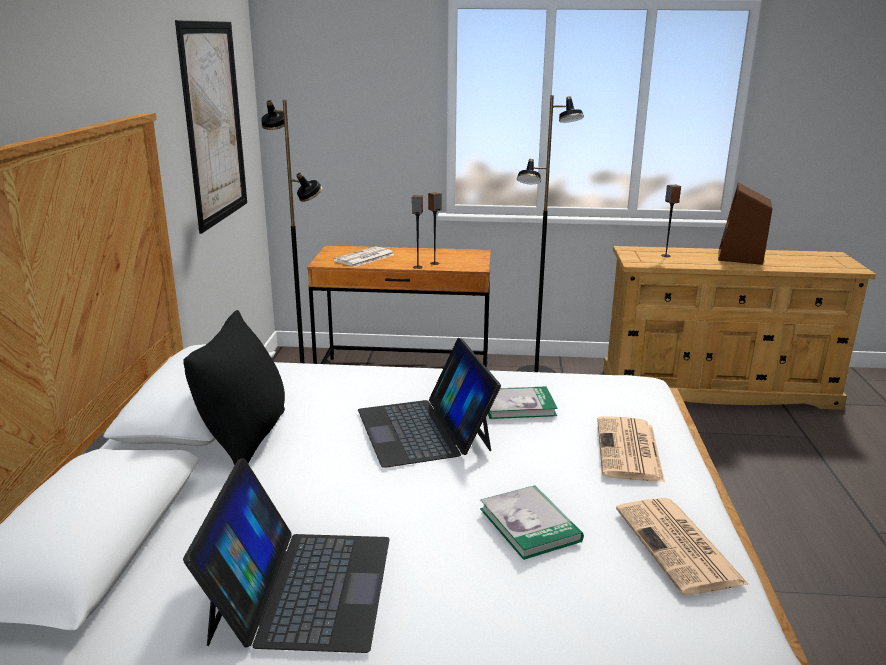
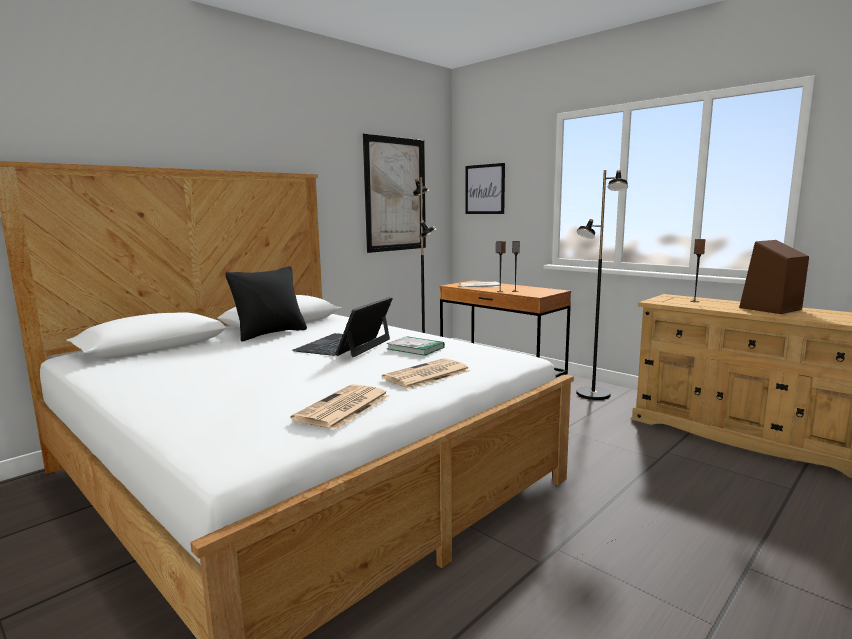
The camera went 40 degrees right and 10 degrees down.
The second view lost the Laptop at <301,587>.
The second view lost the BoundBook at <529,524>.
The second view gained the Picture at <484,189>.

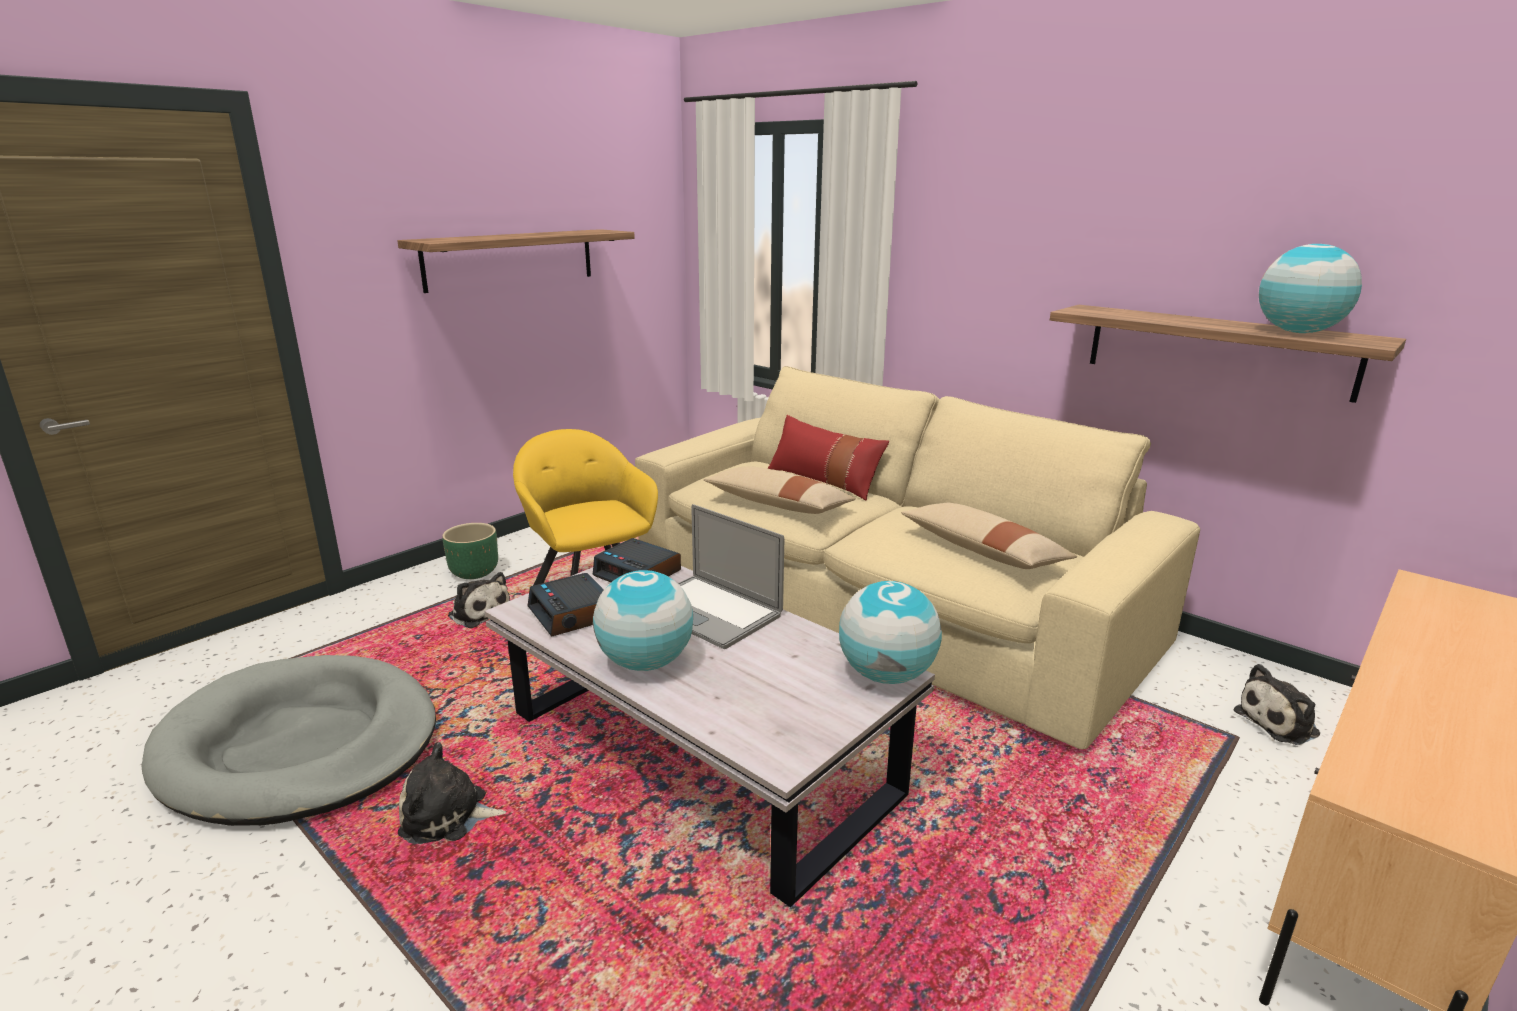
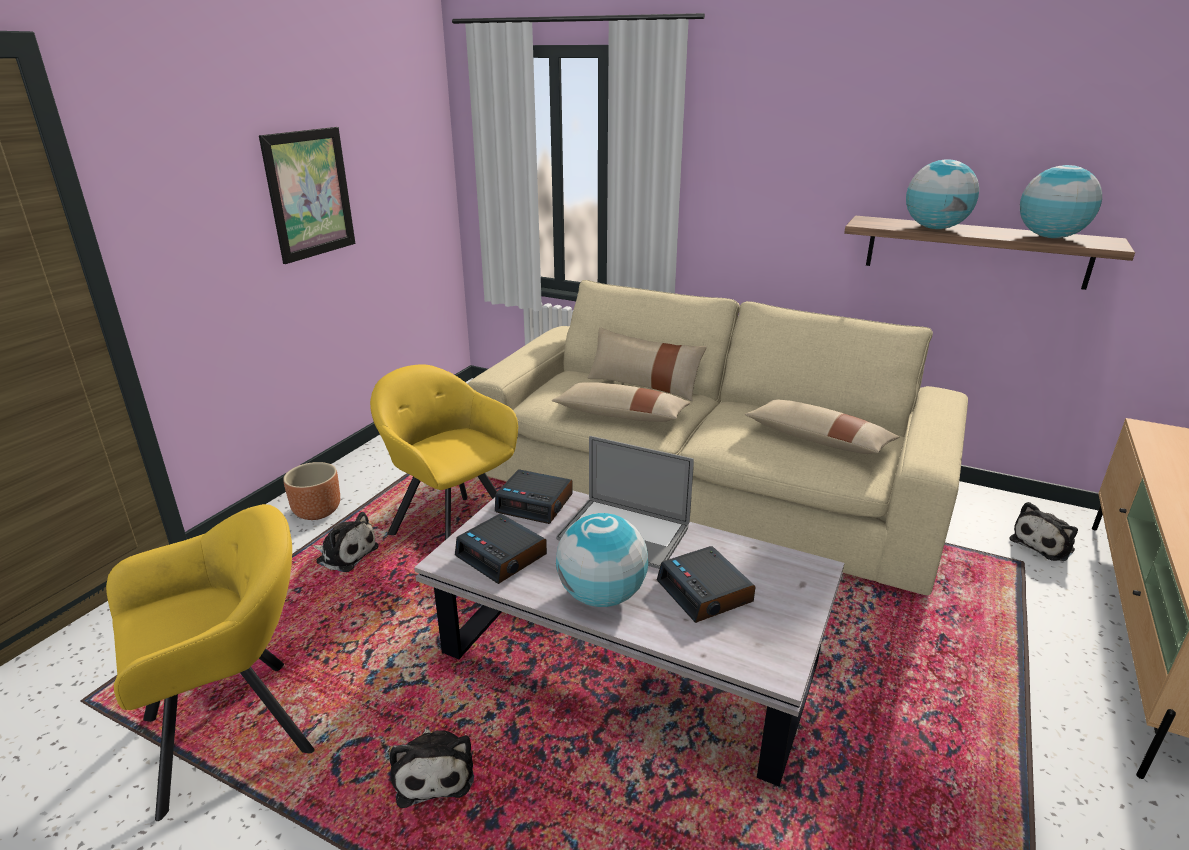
The camera went 15 degrees left and 5 degrees up.
Where the GrayPetBed stood at <300,745>, the YellowColouredArmchair came to stand at <238,730>.
Where the WallShelf hung at <510,259>, the Picture came to hang at <309,194>.
The CuddlyToy at <449,816> ended up facing another way, 90 degrees counterclockwise from before.
What was the GreenColouredPlantPot at <474,572> turned into the BrownishPlantPot at <317,511>.
What was the ReddishThrowPillow at <824,480> turned into the BeigeColouredThrowPillow at <644,385>.
The DeskGlobe ended up elsewhere, having gone from <886,675> to <934,228>.
The second view gained the BedsideClock at <705,592>.

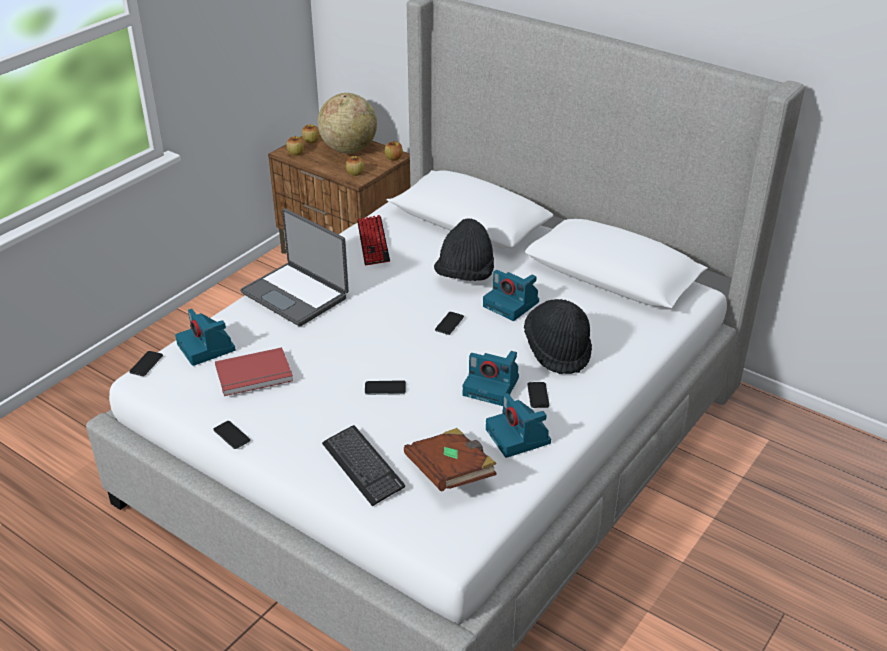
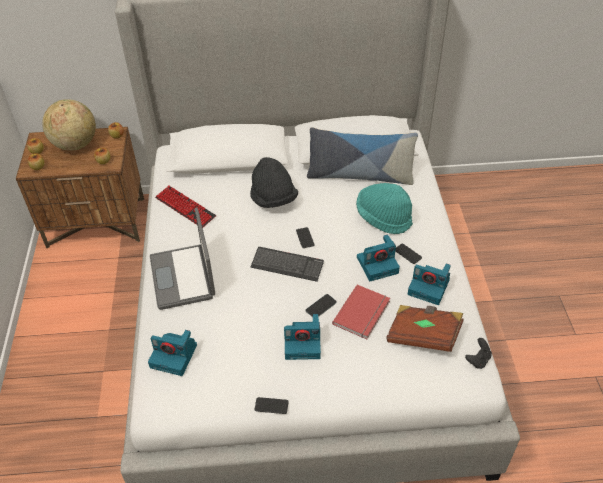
The camera went 40 degrees left and 10 degrees up.
The second view lost the Telephone at <146,364>.
The ReddishBoundBook ended up elsewhere, having gone from <255,375> to <363,313>.
The Laptop at <296,294> ended up facing another way, 75 degrees clockwise from before.
The PcKeyboard ended up elsewhere, having gone from <363,466> to <287,265>.
The PhotoCamera ended up elsewhere, having gone from <512,304> to <303,343>.
What was the BlackClothingHat at <558,350> turned into the TurquoiseClothingHat at <383,218>.
The second view gained the ThrowPillow at <360,175>.
The second view gained the BlackGameController at <478,360>.

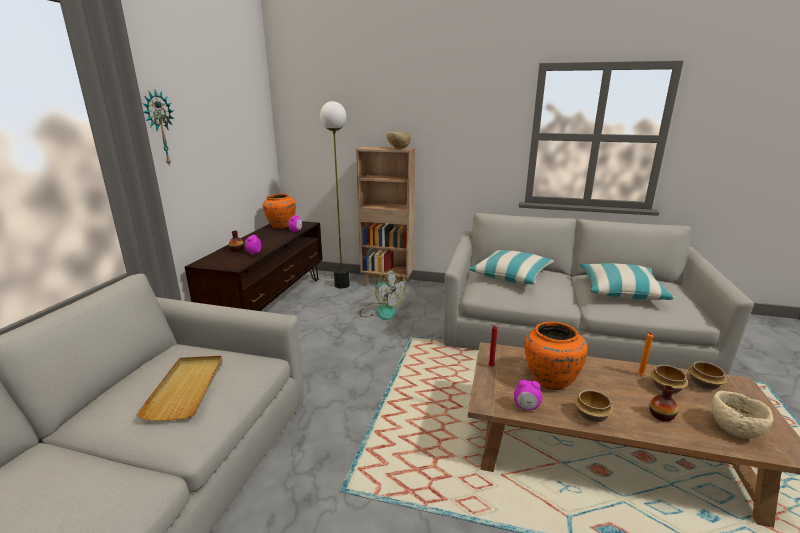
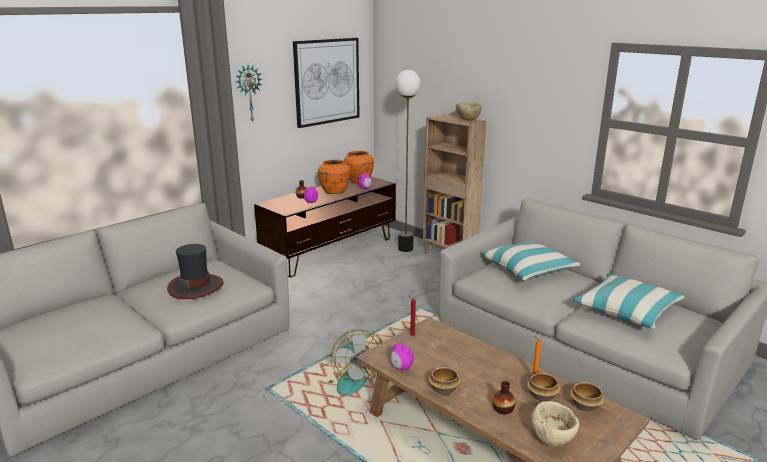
The camera went 30 degrees right and 0 degrees up.
Where the BeigeColouredServingTray stood at <187,388>, the ClothingHat came to stand at <196,286>.
The ElectricFan ended up elsewhere, having gone from <381,311> to <348,379>.
The OrangeColouredVase ended up elsewhere, having gone from <550,379> to <334,191>.
The second view gained the Picture at <327,81>.

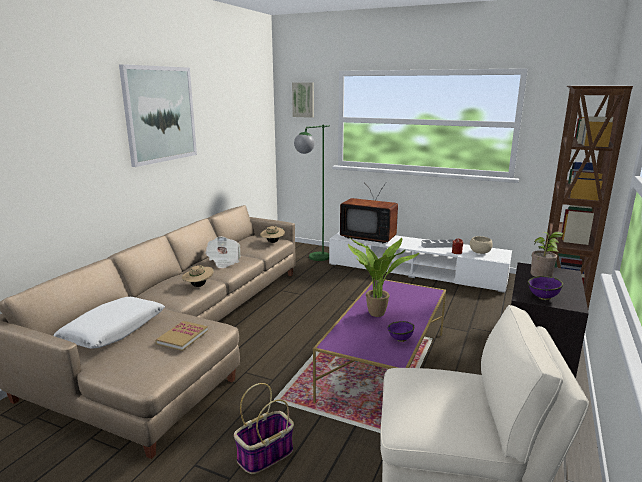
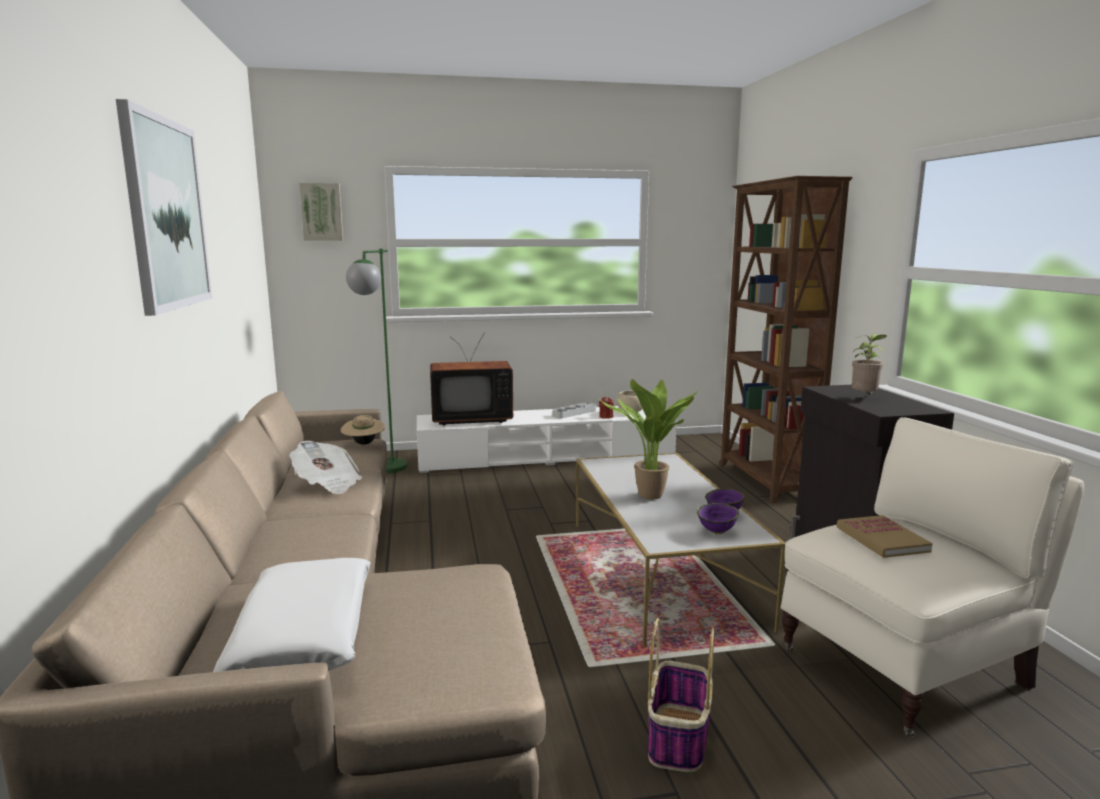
The camera went 35 degrees left and 5 degrees down.
The BoundBook ended up elsewhere, having gone from <182,337> to <882,539>.
The second view lost the BeigeColouredClothingHat at <198,285>.
What was the PurpleColouredLoungeTable at <385,364> turned into the WhiteLoungeTable at <661,570>.
The PurpleColouredBowl ended up elsewhere, having gone from <543,298> to <717,532>.

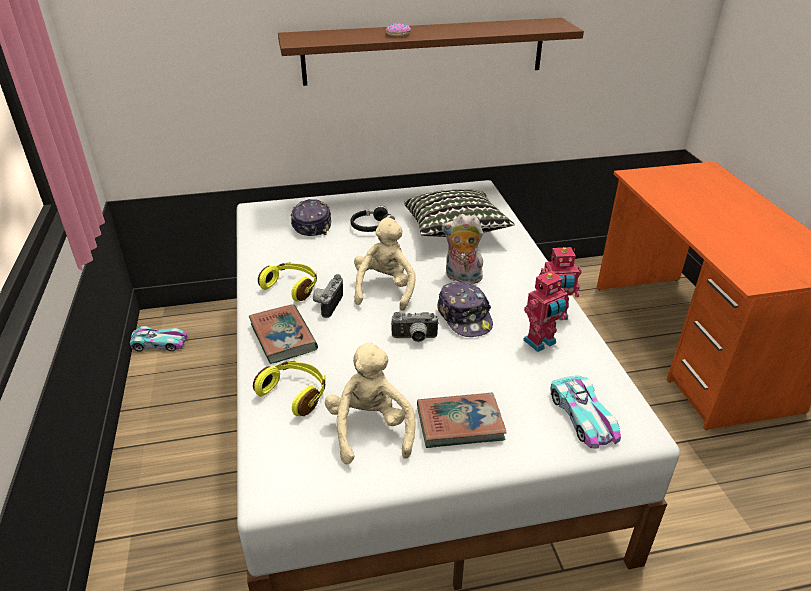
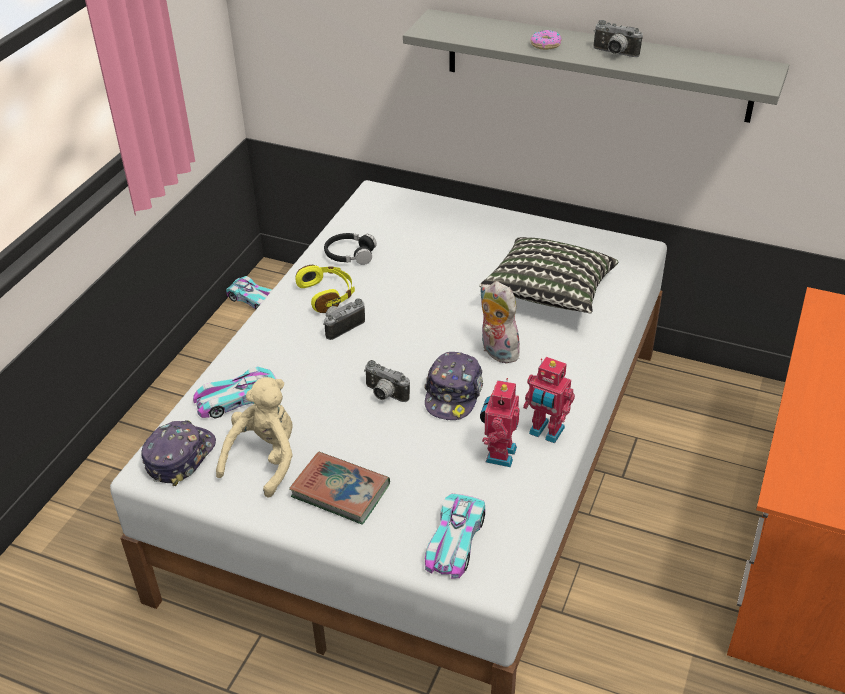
The camera went 35 degrees right and 5 degrees up.
The second view lost the BoundBook at <283,337>.
Where the YellowColouredHeadphones stood at <295,394>, the ToyCar came to stand at <237,399>.
What was the BrownishWallShelf at <424,51> turned into the GrayWallShelf at <596,65>.
The BaseballCap ended up elsewhere, having gone from <311,224> to <180,457>.
The BlackHeadphones ended up elsewhere, having gone from <371,226> to <350,254>.
The second view lost the BeigeColouredCuddlyToy at <385,289>.
The ToyRobot at <541,343> ended up facing another way, 105 degrees clockwise from before.
The second view gained the PhotoCamera at <614,54>.

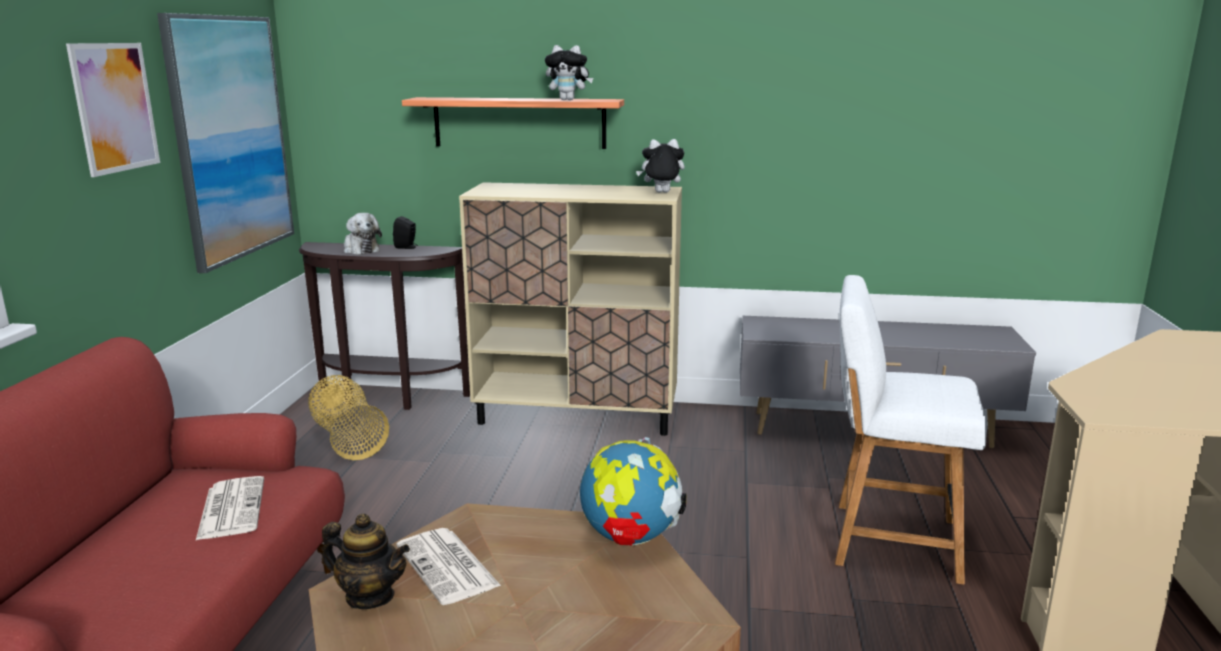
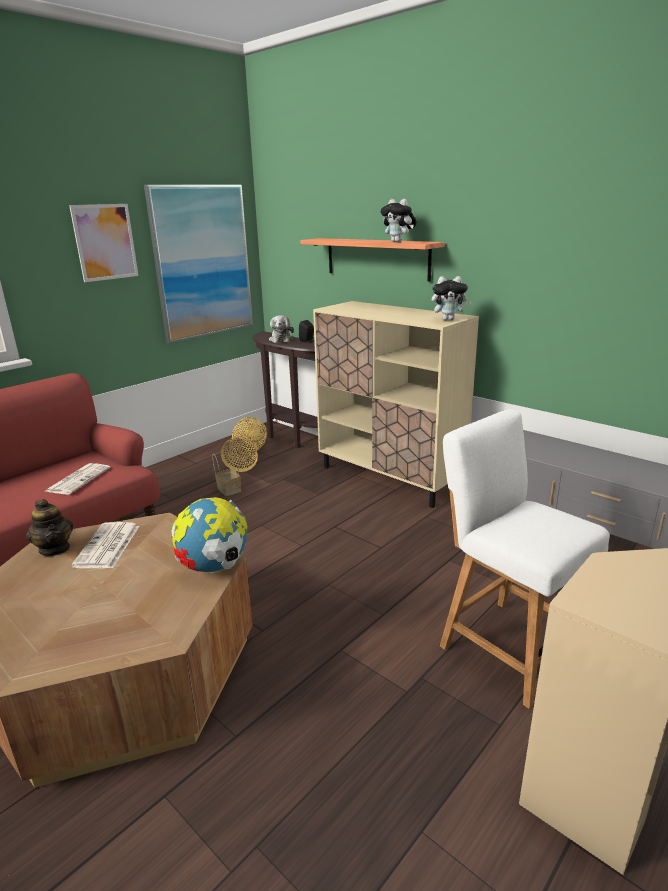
The camera went 35 degrees right and 5 degrees up.
The CuddlyToy at <661,192> ended up facing another way, 150 degrees clockwise from before.
The second view gained the HouseholdBasket at <228,489>.

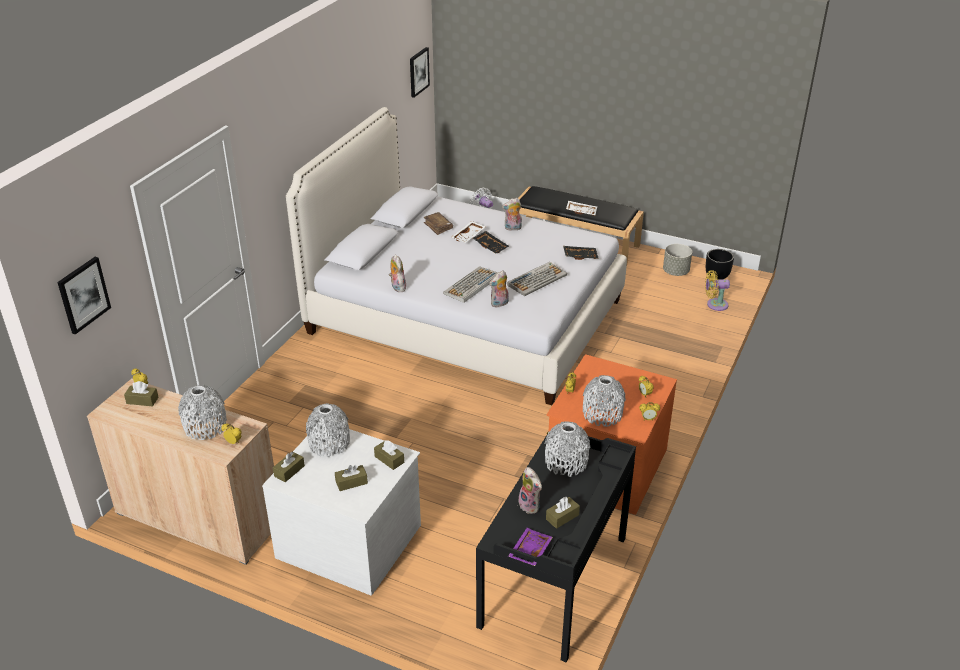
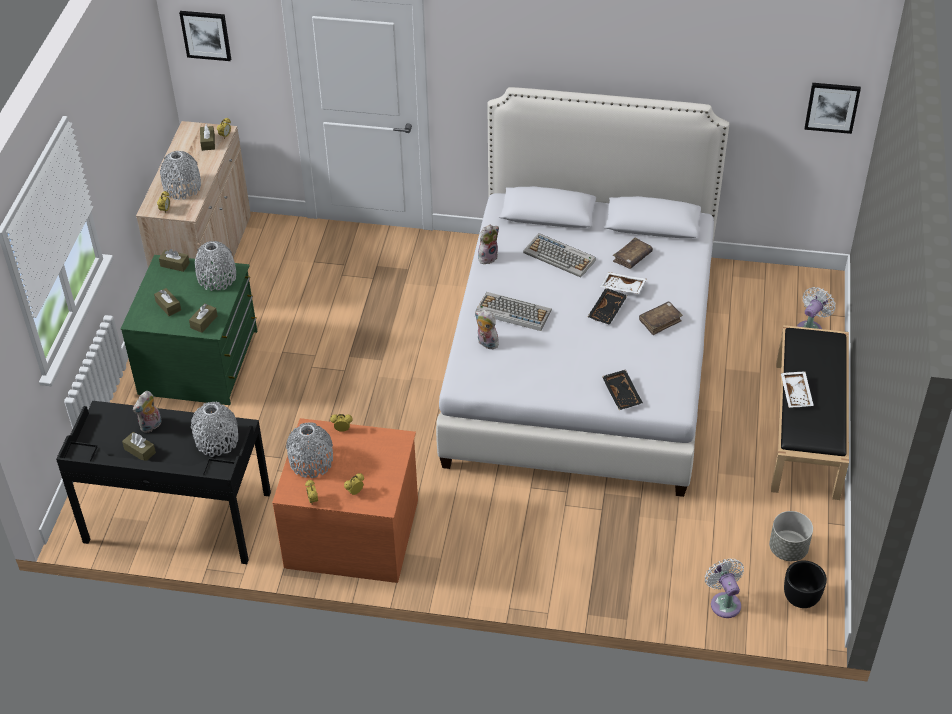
The camera went 75 degrees right and 10 degrees up.
What was the WhiteDresser at <350,539> turned into the GreenColouredDresser at <200,362>.
Where the CuddlyToy stood at <512,228>, the BrownishBoundBook came to stand at <660,321>.
The PcKeyboard ended up elsewhere, having gone from <537,279> to <560,256>.
The second view lost the PurpleColouredServingTray at <529,551>.
What was the YellowColouredElectricFan at <715,305> turned into the WhiteElectricFan at <724,602>.

